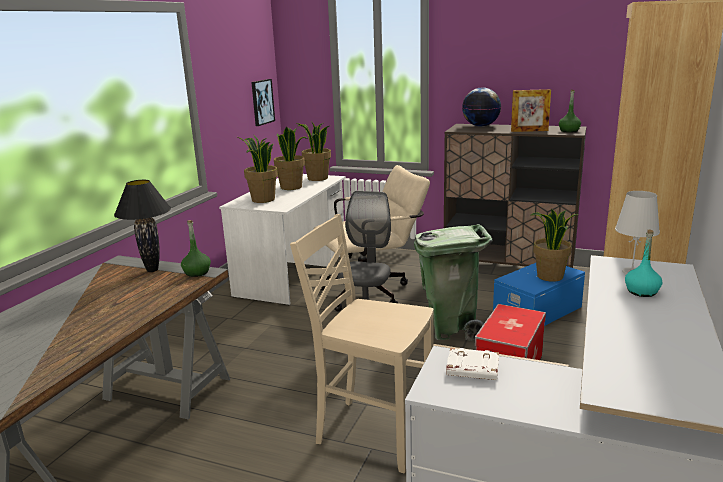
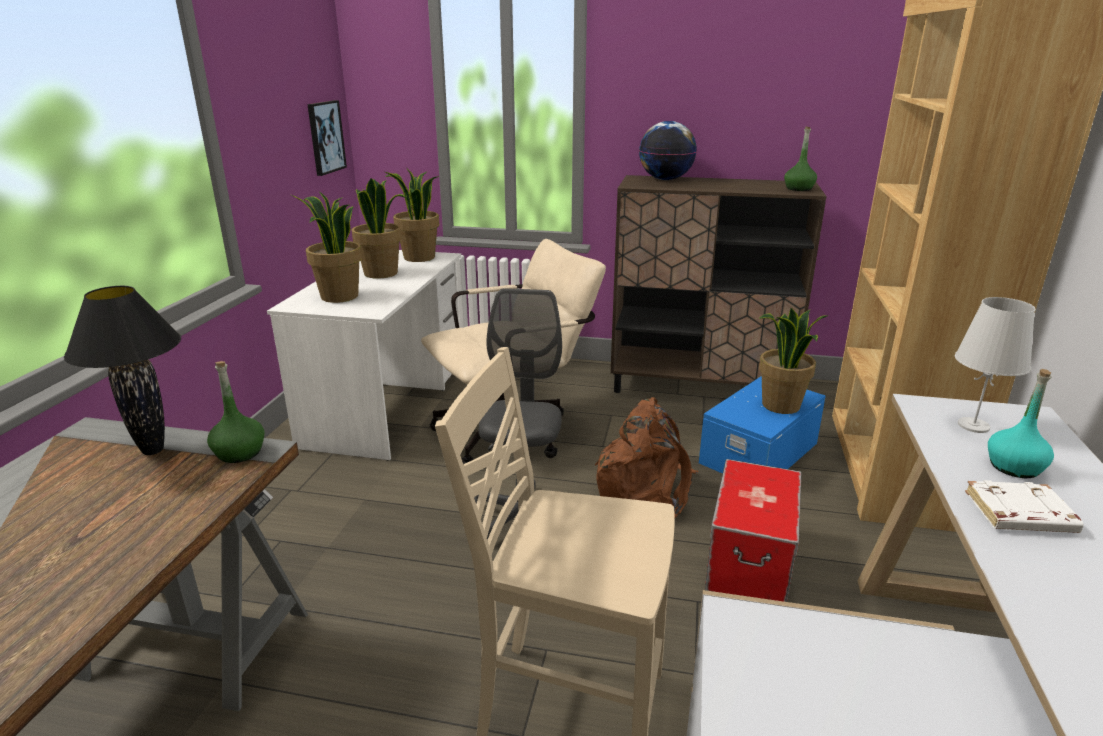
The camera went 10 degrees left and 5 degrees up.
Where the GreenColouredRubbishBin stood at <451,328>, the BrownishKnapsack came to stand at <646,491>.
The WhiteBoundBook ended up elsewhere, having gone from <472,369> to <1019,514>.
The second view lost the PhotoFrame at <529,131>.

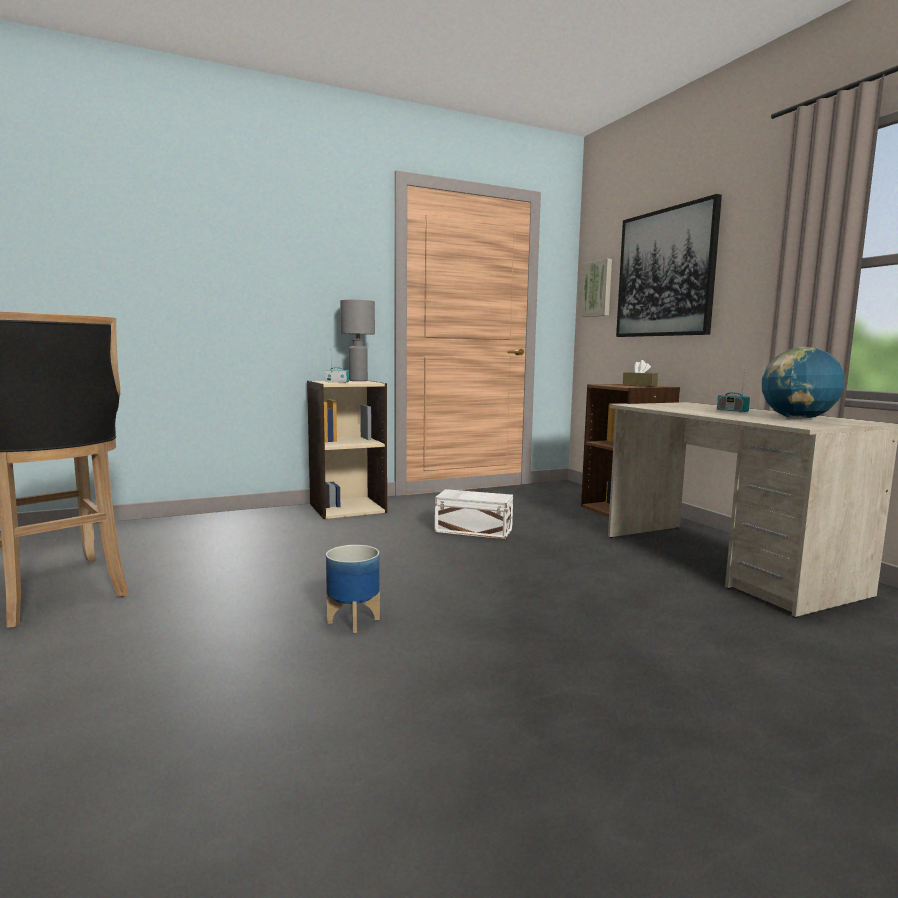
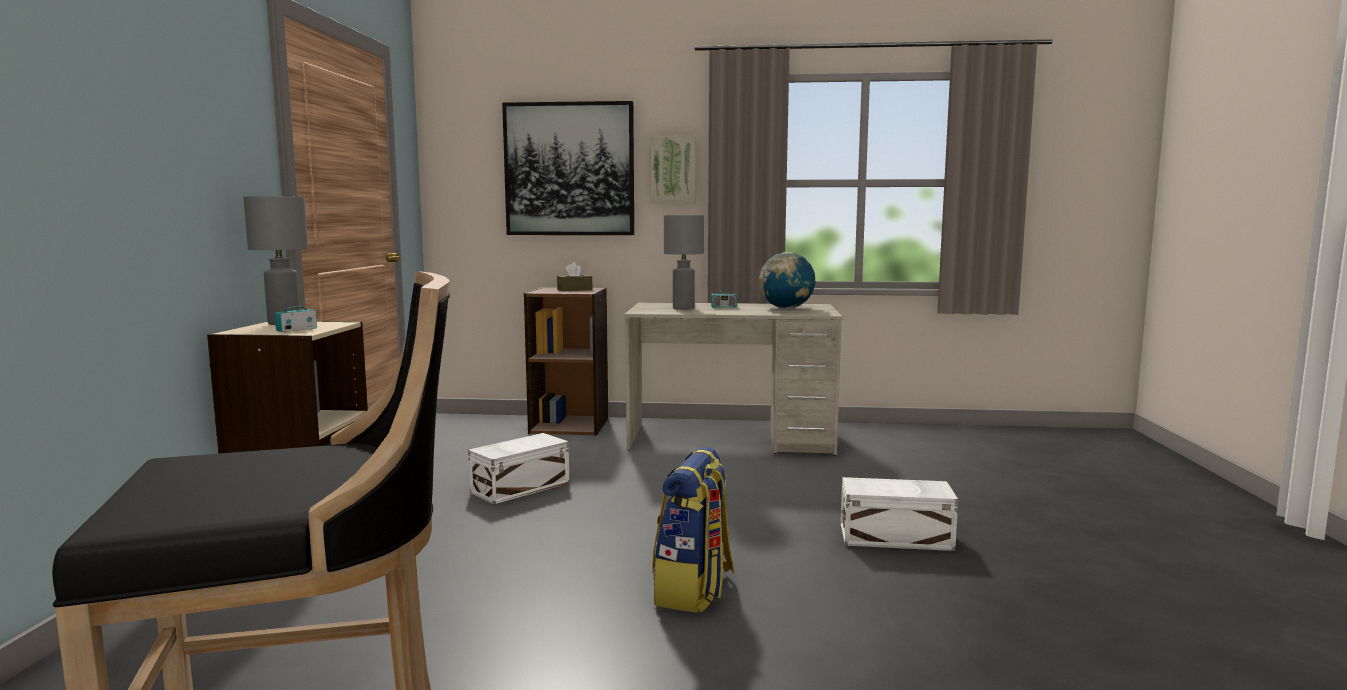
The camera went 60 degrees left and 0 degrees up.
Where the PlantPot stood at <353,621>, the Knapsack came to stand at <694,590>.
The Picture ended up elsewhere, having gone from <598,289> to <673,170>.
The second view gained the GrayTableLamp at <683,308>.
The second view gained the WhiteStorageBox at <897,538>.

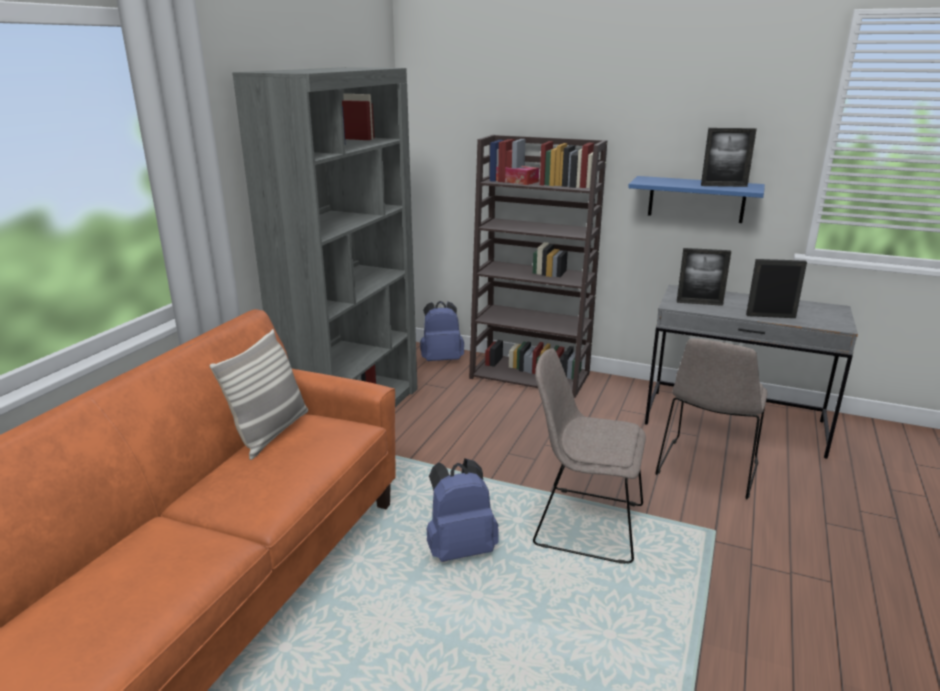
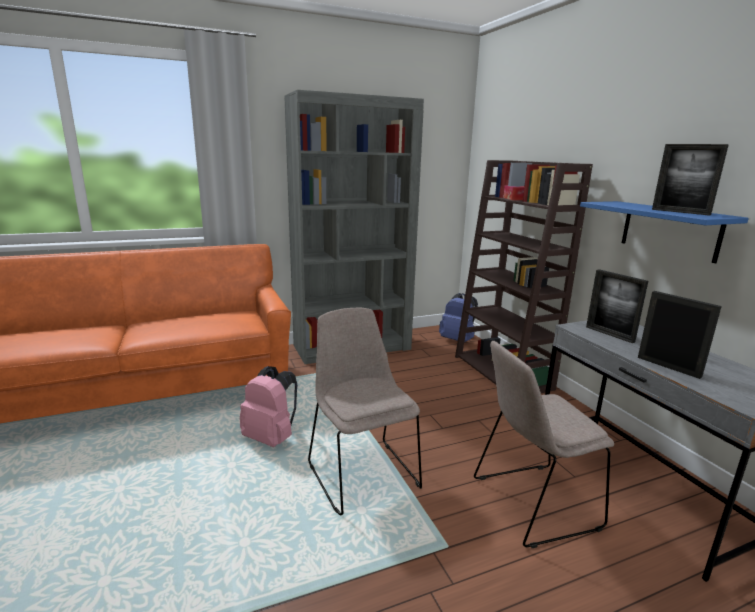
The camera went 45 degrees right and 5 degrees down.
The second view lost the ThrowPillow at <270,433>.
What was the BlueColouredKnapsack at <460,548> turned into the PinkKnapsack at <271,438>.

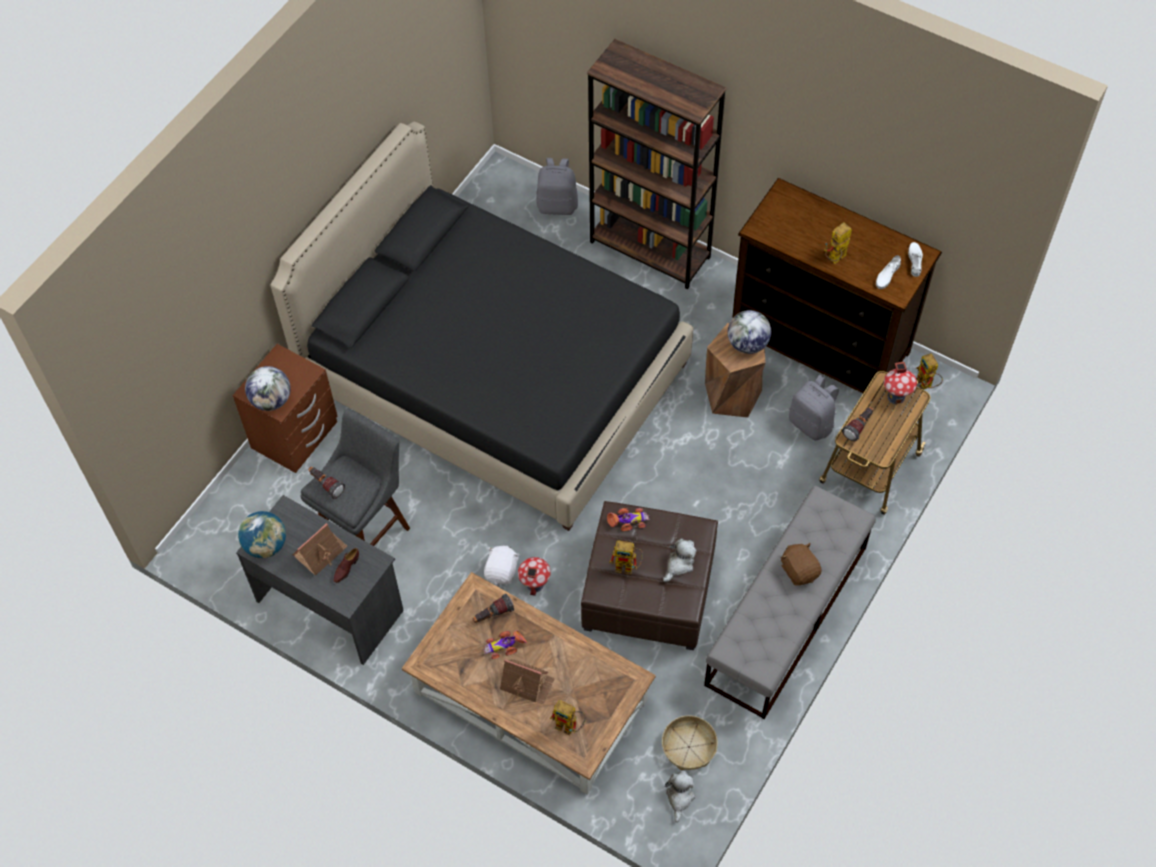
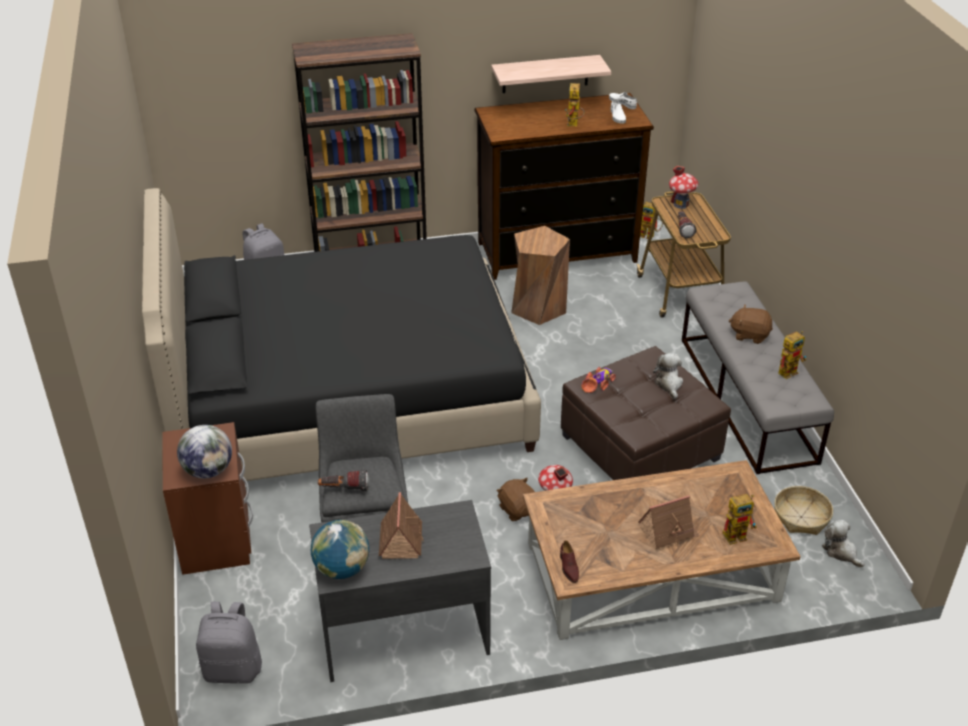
The camera went 45 degrees left and 20 degrees down.
The BrownishShoe ended up elsewhere, having gone from <346,568> to <568,567>.
The second view lost the Torch at <493,615>.
The second view lost the ToyCar at <504,646>.
What was the WhiteCuddlyToy at <502,571> turned into the BrownishCuddlyToy at <518,509>.
The ToyRobot ended up elsewhere, having gone from <628,566> to <789,370>.
The second view lost the DeskGlobe at <747,344>.
The GrayKnapsack ended up elsewhere, having gone from <812,423> to <233,669>.
The second view gained the WallShelf at <545,74>.

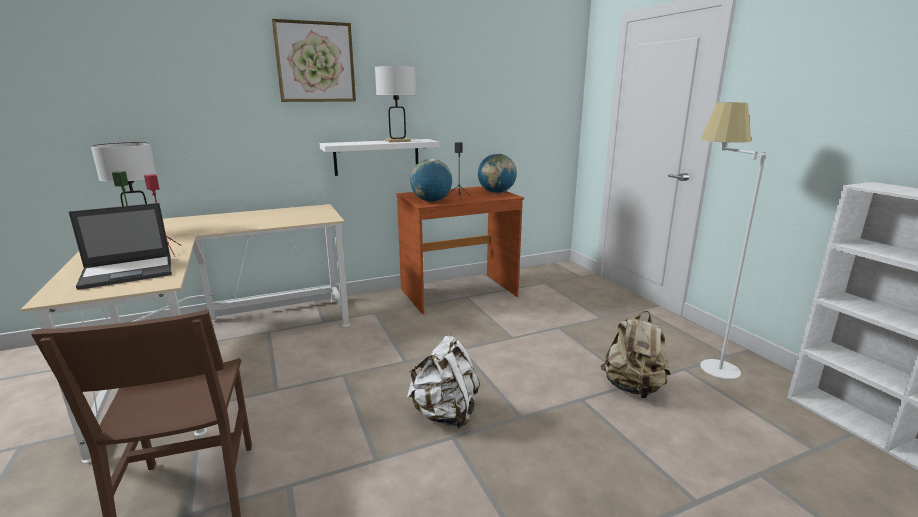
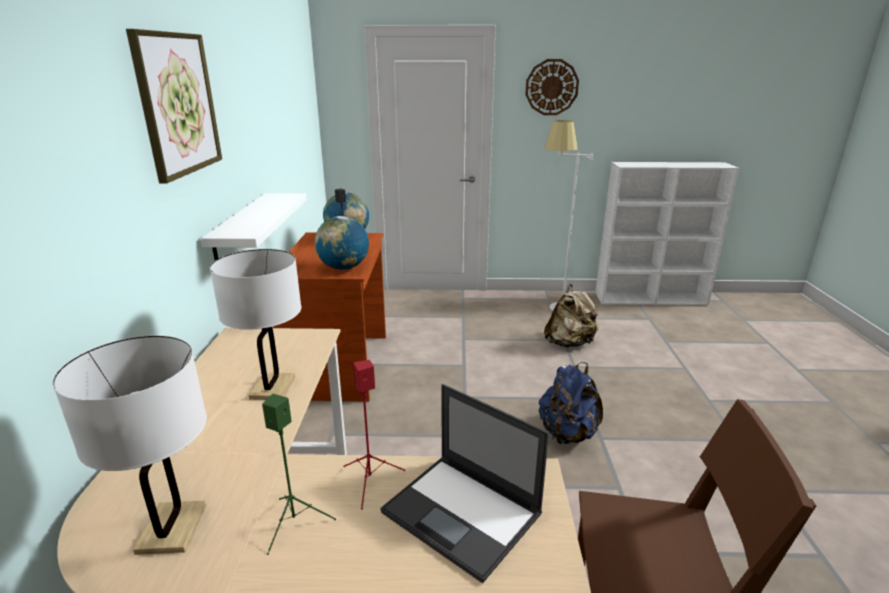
The camera went 65 degrees left and 5 degrees up.
The Laptop at <129,272> ended up facing another way, 135 degrees clockwise from before.
The WhiteTableLamp ended up elsewhere, having gone from <398,141> to <272,387>.
What was the WhiteKnapsack at <445,414> turned into the BlueColouredKnapsack at <567,434>.
The second view gained the ClockOnTheWall at <551,87>.

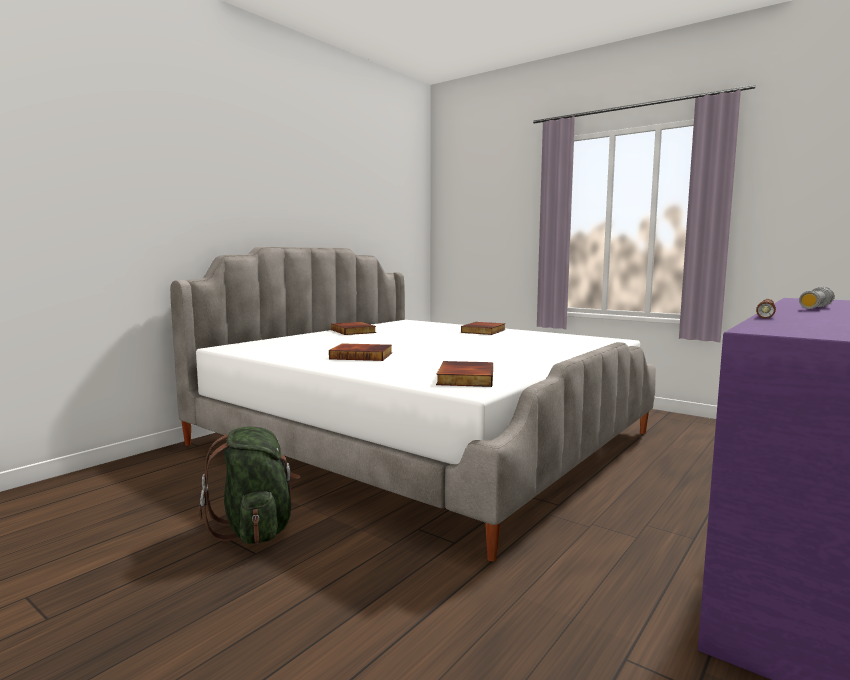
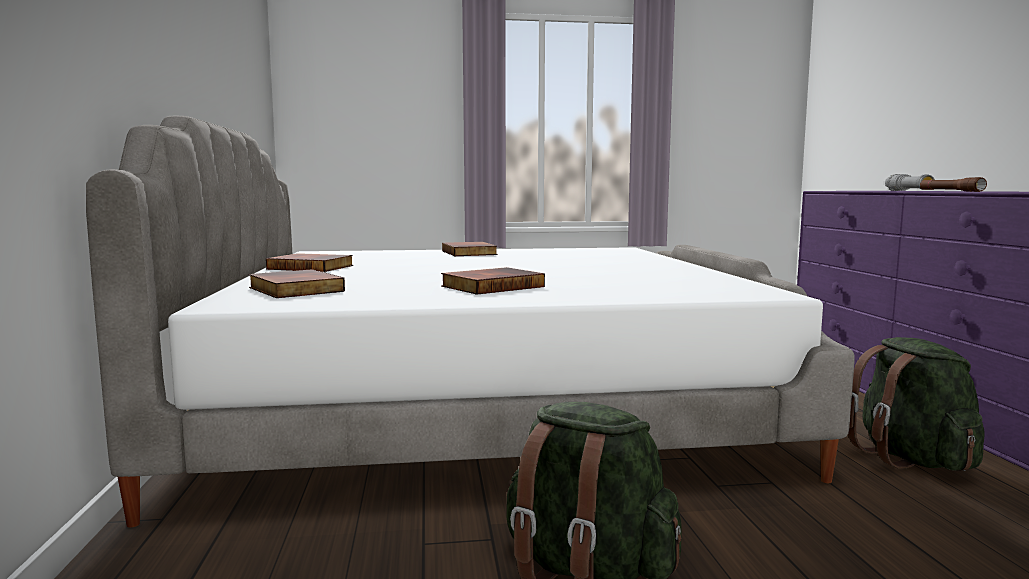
The camera went 45 degrees left and 0 degrees up.
The BoundBook ended up elsewhere, having gone from <464,378> to <294,289>.
The second view gained the GreenColouredKnapsack at <911,459>.

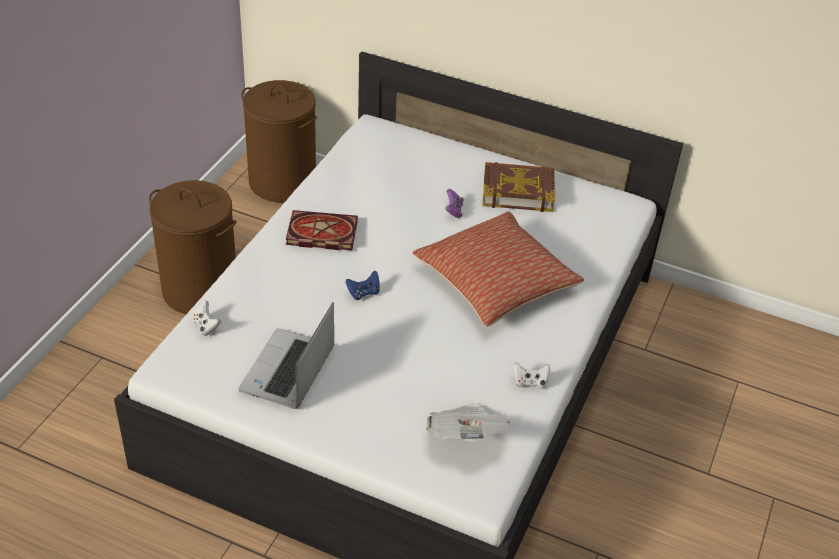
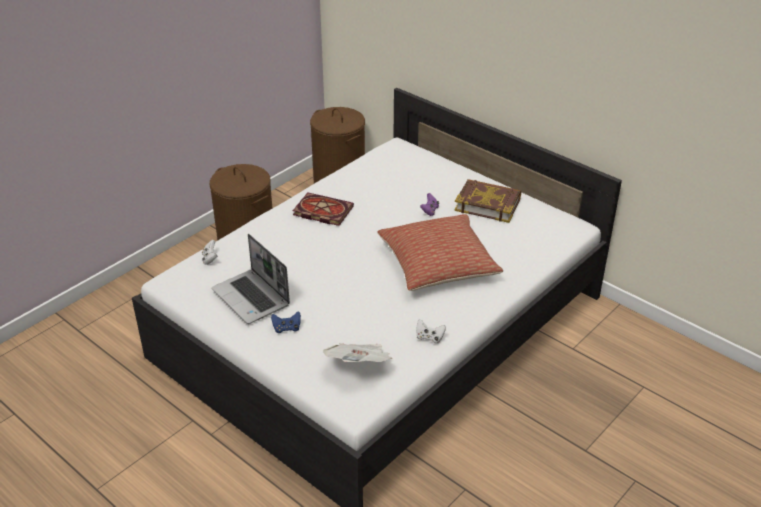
The camera went 20 degrees right and 5 degrees down.
The Laptop at <288,371> ended up facing another way, 75 degrees counterclockwise from before.
The BlueColouredGameController ended up elsewhere, having gone from <363,293> to <287,328>.

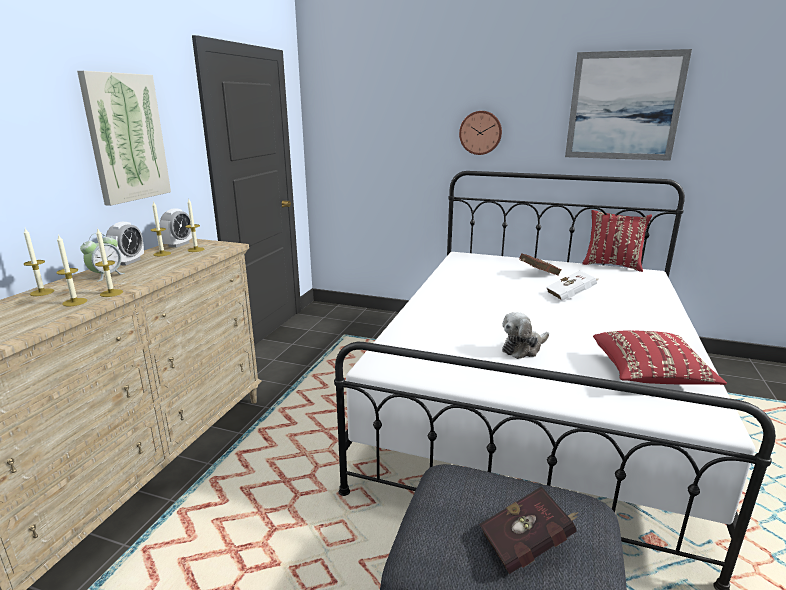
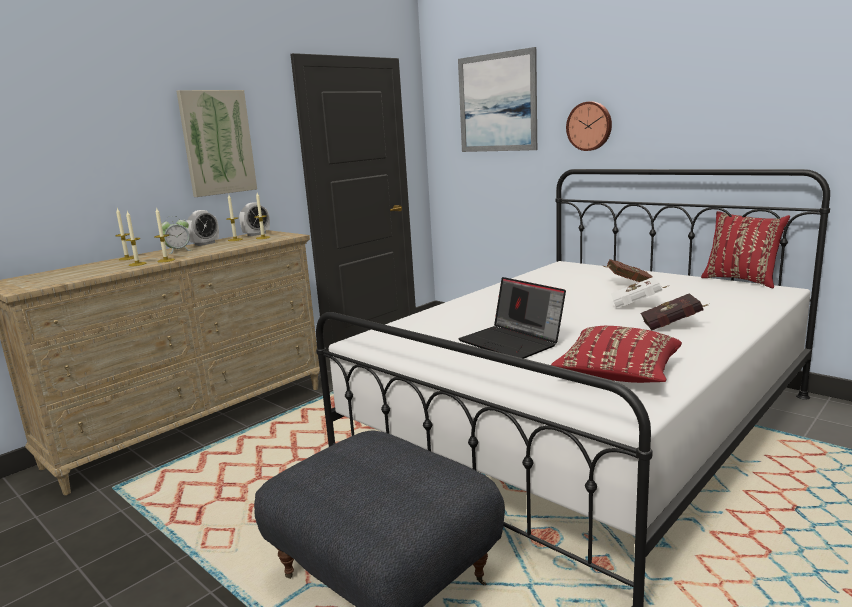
The camera went 25 degrees right and 5 degrees down.
The ReddishBoundBook ended up elsewhere, having gone from <528,545> to <673,326>.
Where the CuddlyToy stood at <523,348>, the Laptop came to stand at <513,342>.
The Picture ended up elsewhere, having gone from <624,106> to <497,103>.

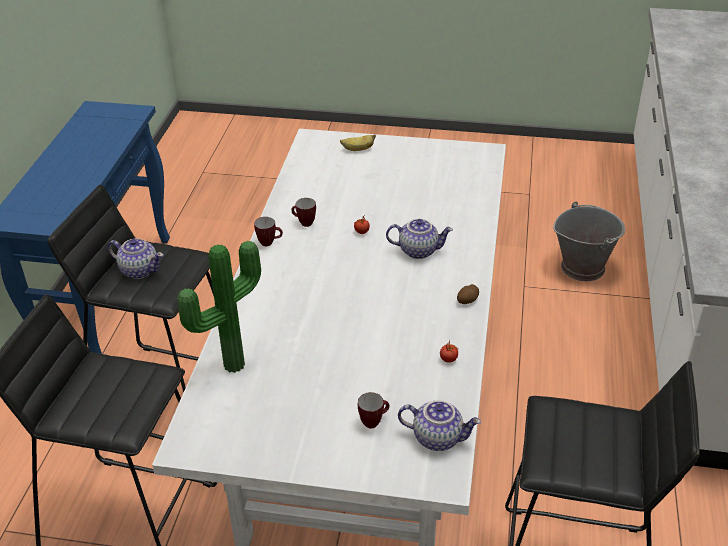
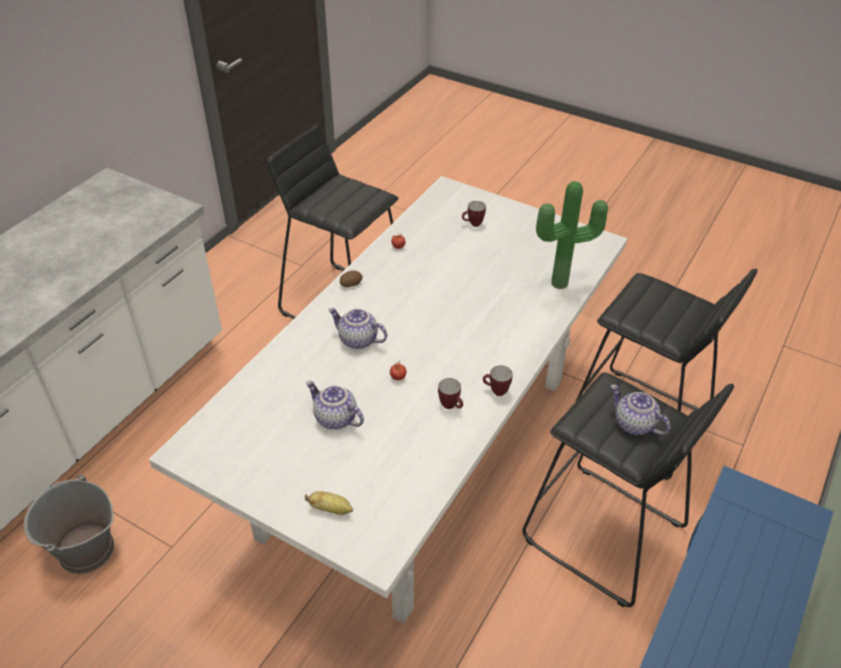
The camera went 160 degrees left and 5 degrees up.
The TeaPot ended up elsewhere, having gone from <438,437> to <334,419>.

